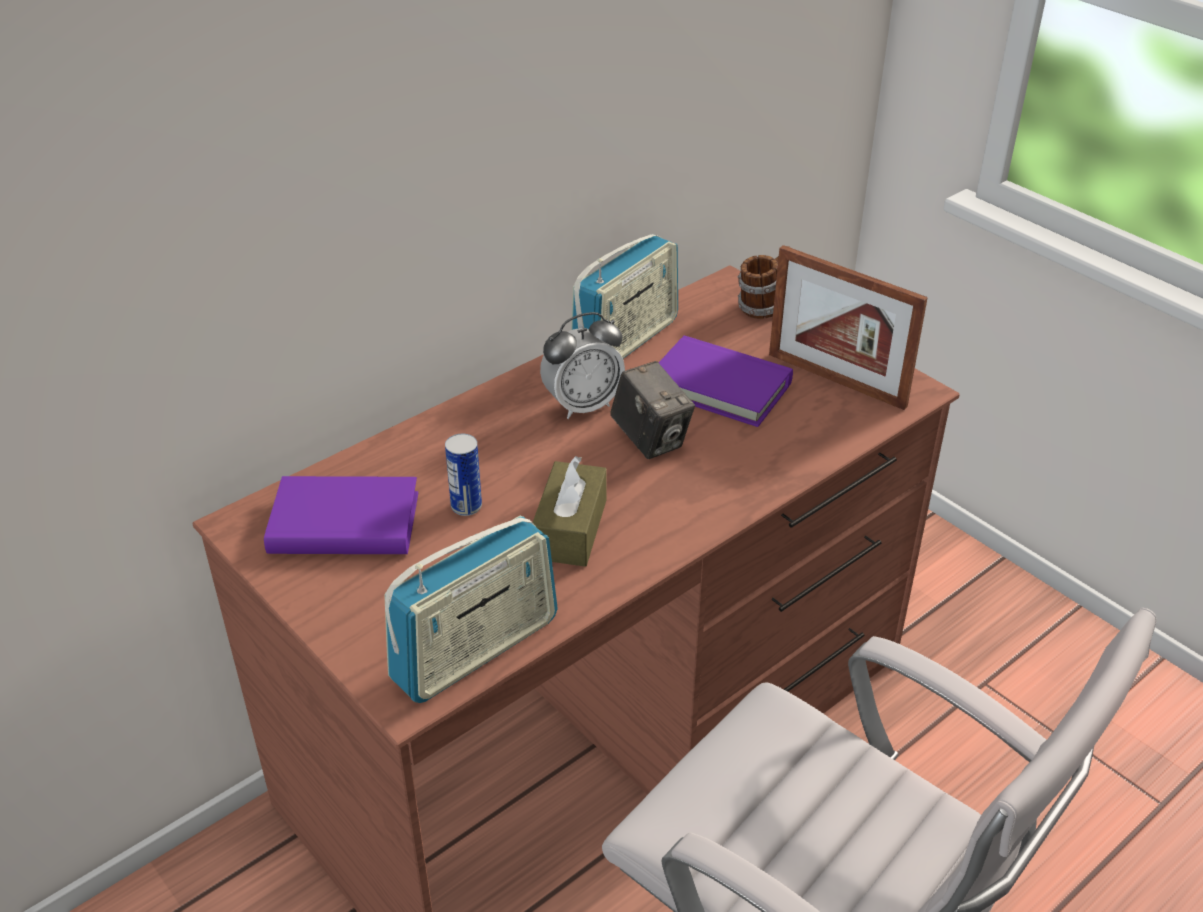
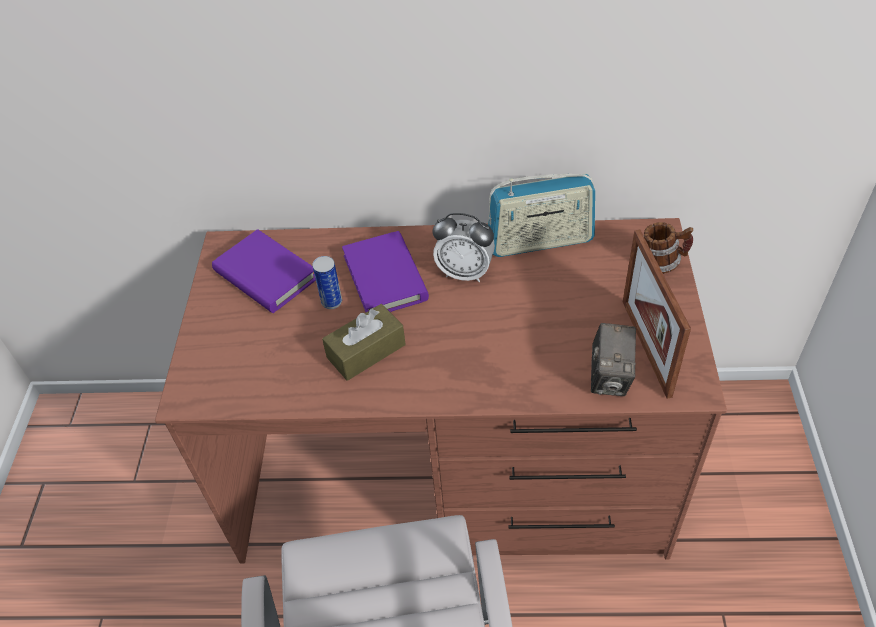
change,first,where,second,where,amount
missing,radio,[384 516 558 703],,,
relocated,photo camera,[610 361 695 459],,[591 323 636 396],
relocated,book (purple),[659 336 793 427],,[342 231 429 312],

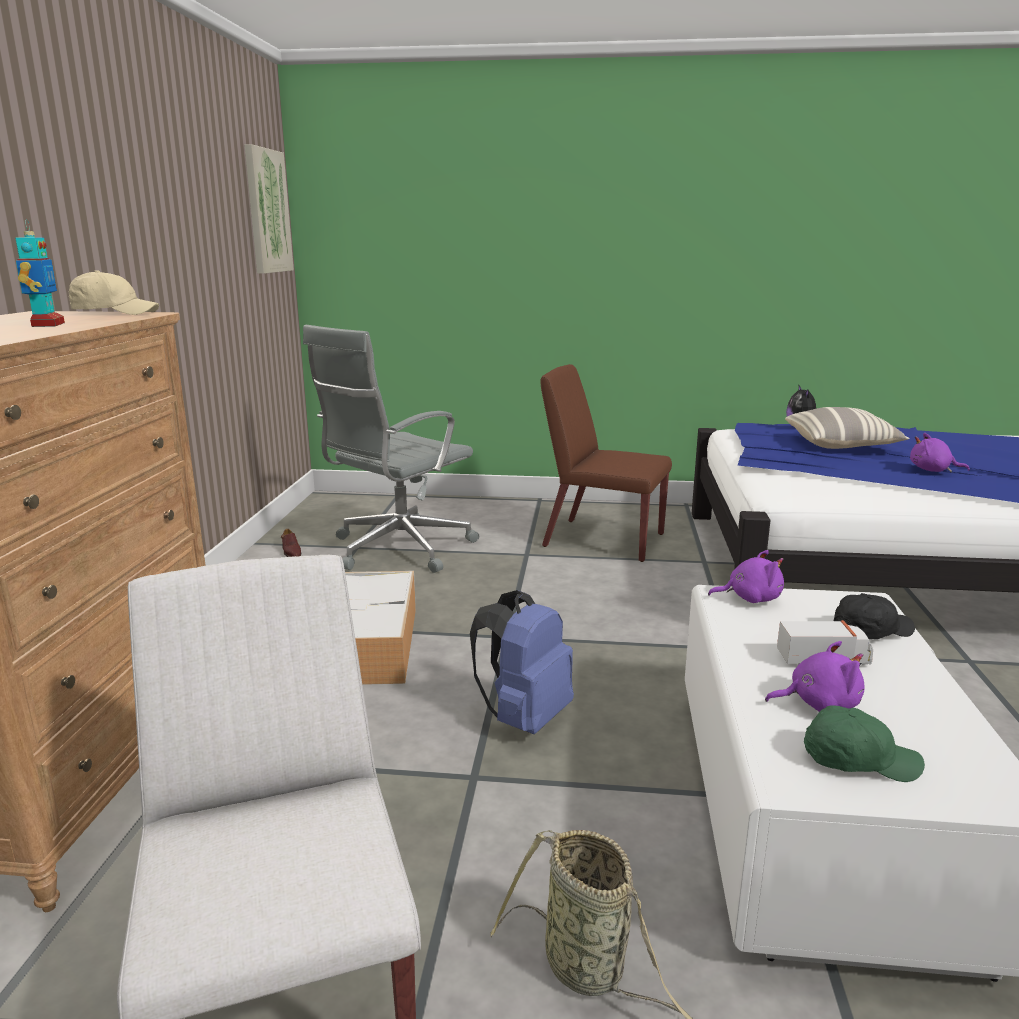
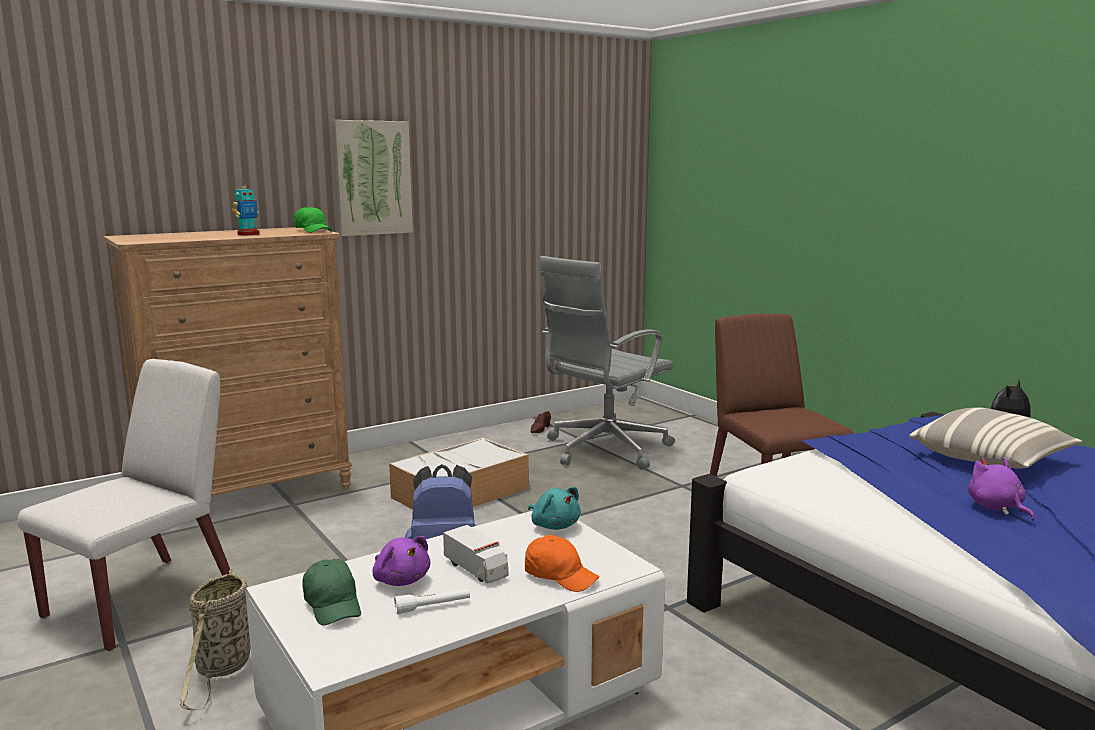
change,first,where,second,where,amount
colour,cap (beige),[68 270 159 315],cap (green),[294 206 332 233],
relocated,picture,[244 144 294 274],,[333 120 413 236],
spun,office chair (grey),[303 325 479 573],,[538 256 675 470],45 degrees counterclockwise
colour,plush toy (purple),[708 550 784 603],plush toy (turquoise),[528 487 581 530],
colour,cap (black),[834 593 915 639],cap (orange),[525 535 600 592],
appeared,,,flashlight (white),[394 589 470 614],

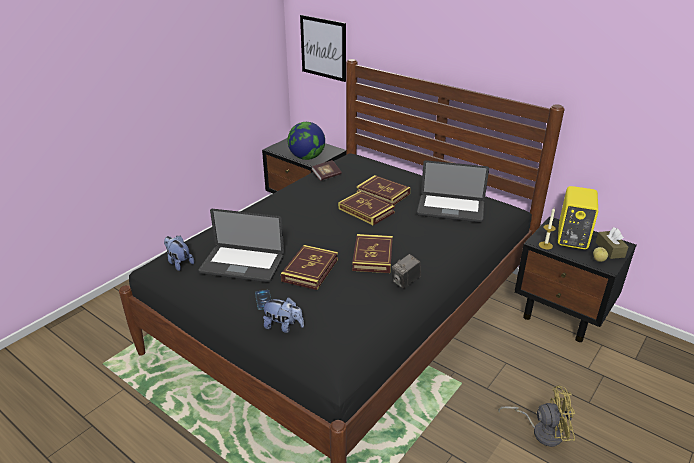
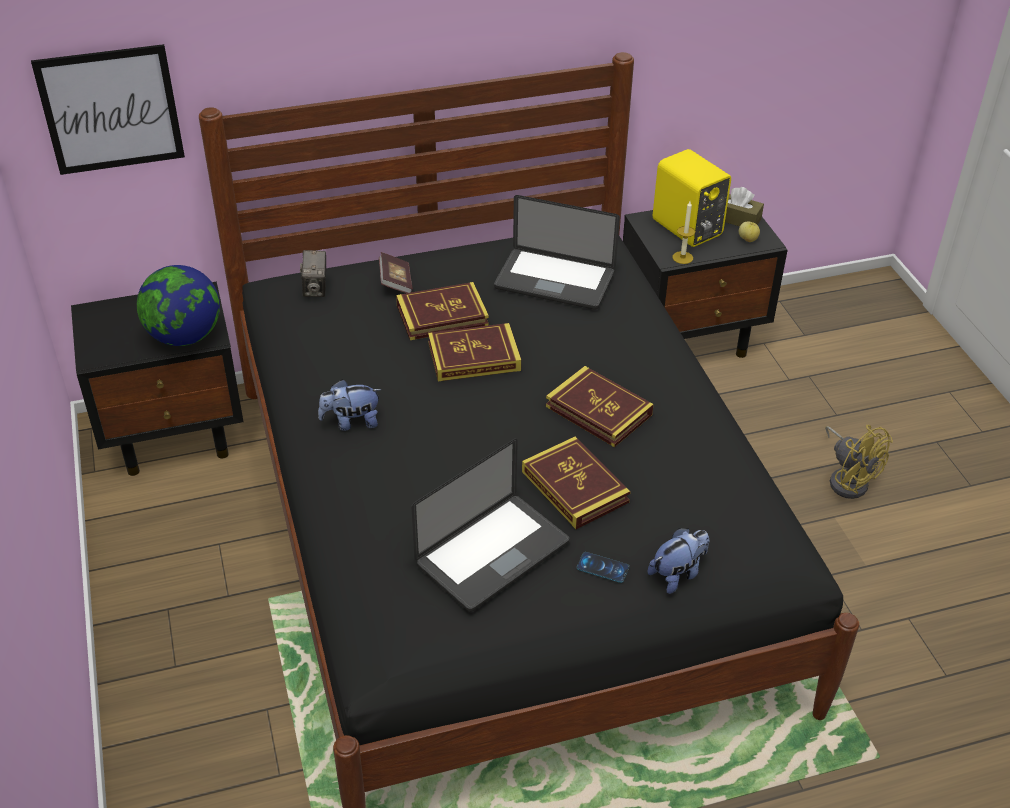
change,first,where,second,where,amount
relocated,plush toy,[164 236 194 271],,[318 379 382 431],
relocated,book,[312 160 342 181],,[379 252 413 293],
relocated,photo camera,[392 254 421 289],,[300 250 326 297],
spun,laptop,[417 160 489 222],,[494 195 620 310],60 degrees clockwise
spun,fan (yellow),[498 385 575 447],,[825 425 893 499],105 degrees clockwise

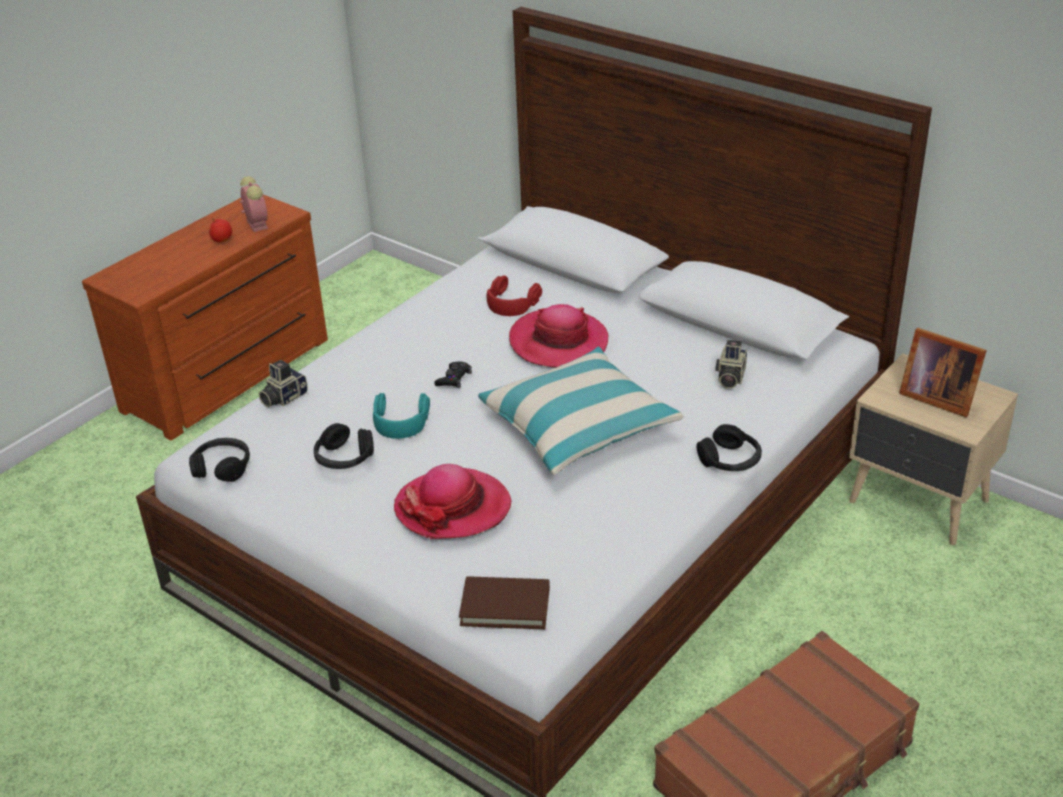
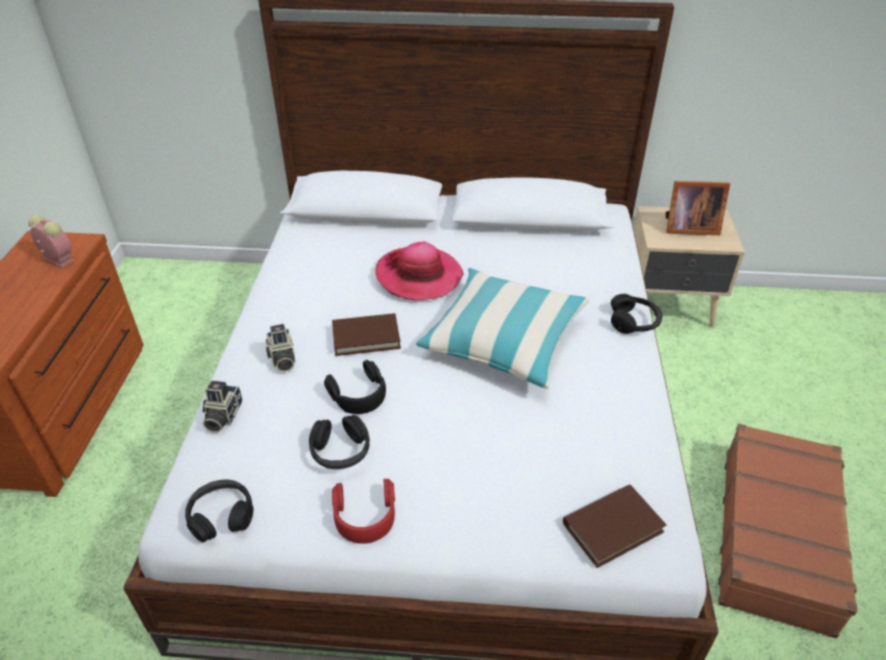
change,first,where,second,where,amount
missing,apple,[209 218 232 243],,,
colour,headphones (turquoise),[373 393 430 439],headphones (black),[324 360 386 414],
missing,hat,[394 464 512 539],,,
exchanged,game controller (black),[434 361 472 388],book (brown),[332 313 401 356],
relocated,headphones (red),[487 275 542 316],,[332 479 395 544],
relocated,photo camera,[715 340 747 389],,[266 324 296 372],

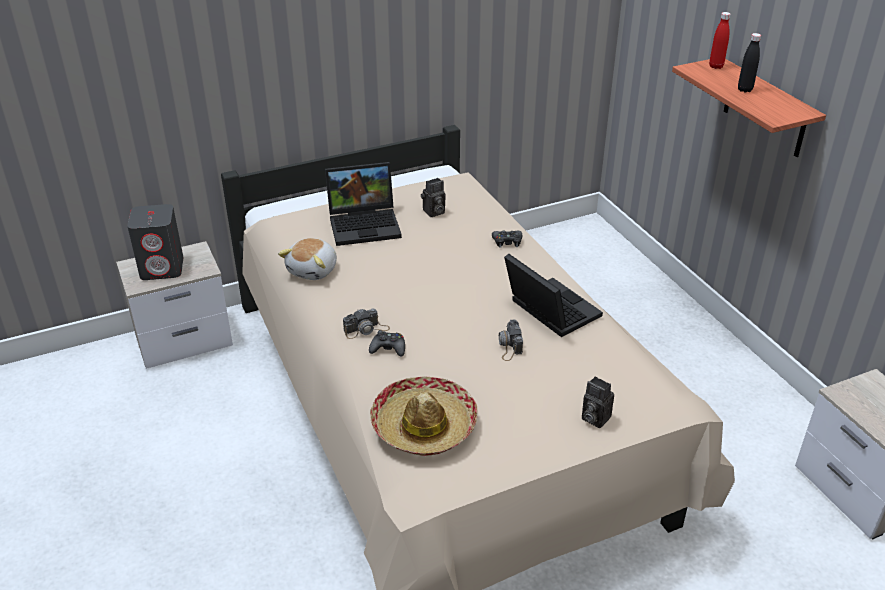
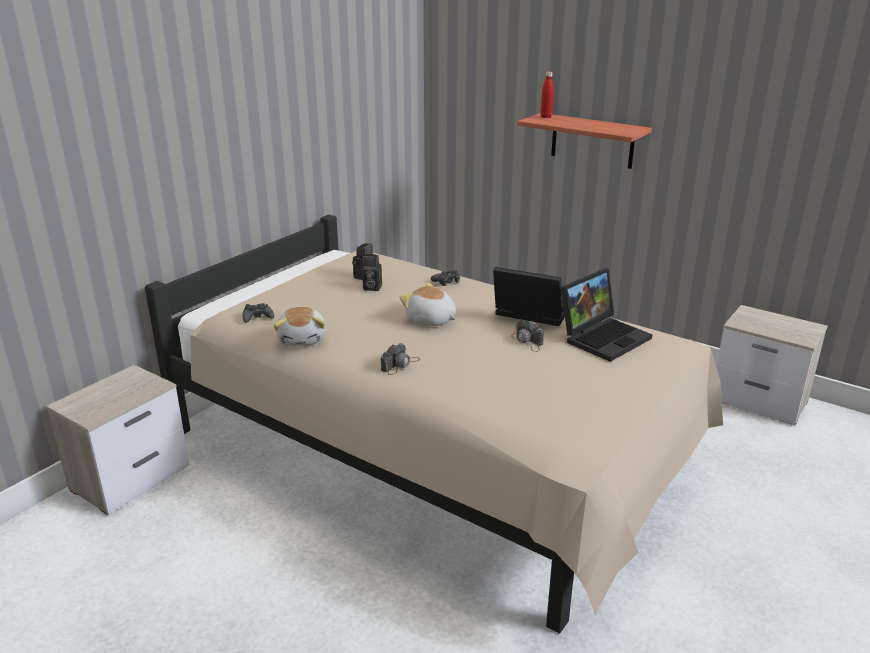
change,first,where,second,where,amount
missing,speaker (grey),[127 204 184 280],,,
relocated,laptop,[325 162 402 246],,[561 269 652 362],
relocated,game controller (black),[369 330 405 357],,[243 303 274 323],
missing,hat,[370 377 478 456],,,
relocated,photo camera,[582 376 614 428],,[362 254 382 291],
missing,bottle (black),[738 33 761 92],,,
appeared,,,plush toy,[399 282 456 326],

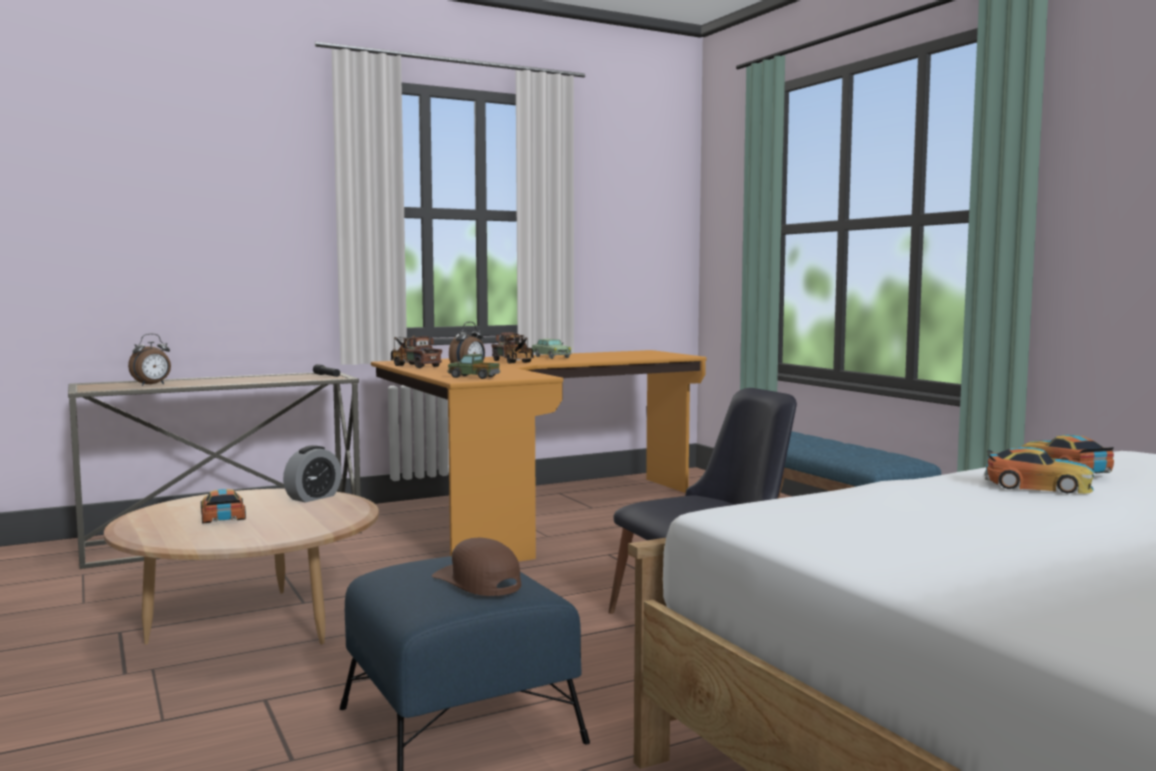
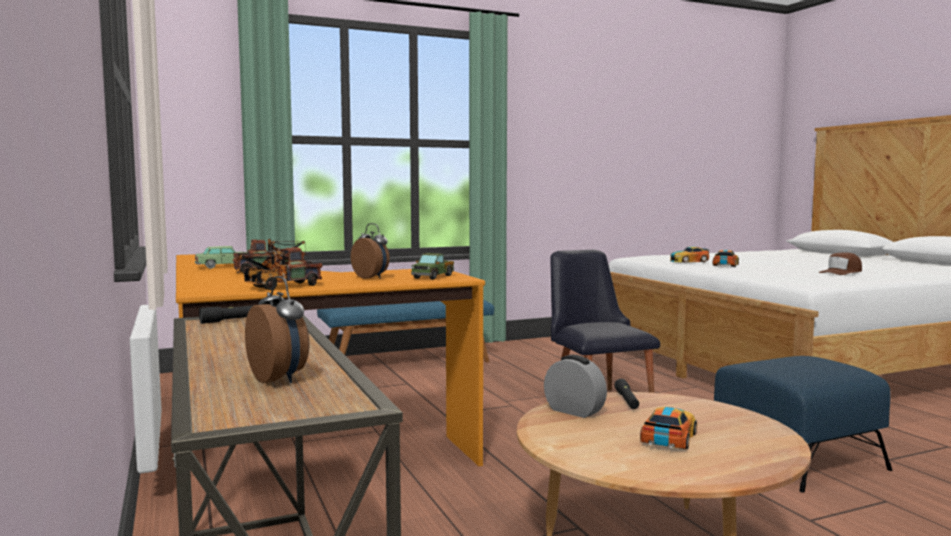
change,first,where,second,where,amount
spun,toy car,[201 489 246 523],,[640 407 697 449],135 degrees clockwise
relocated,cap (brown),[432 538 521 596],,[818 252 862 275],
appeared,,,flashlight (black),[614 379 639 409],

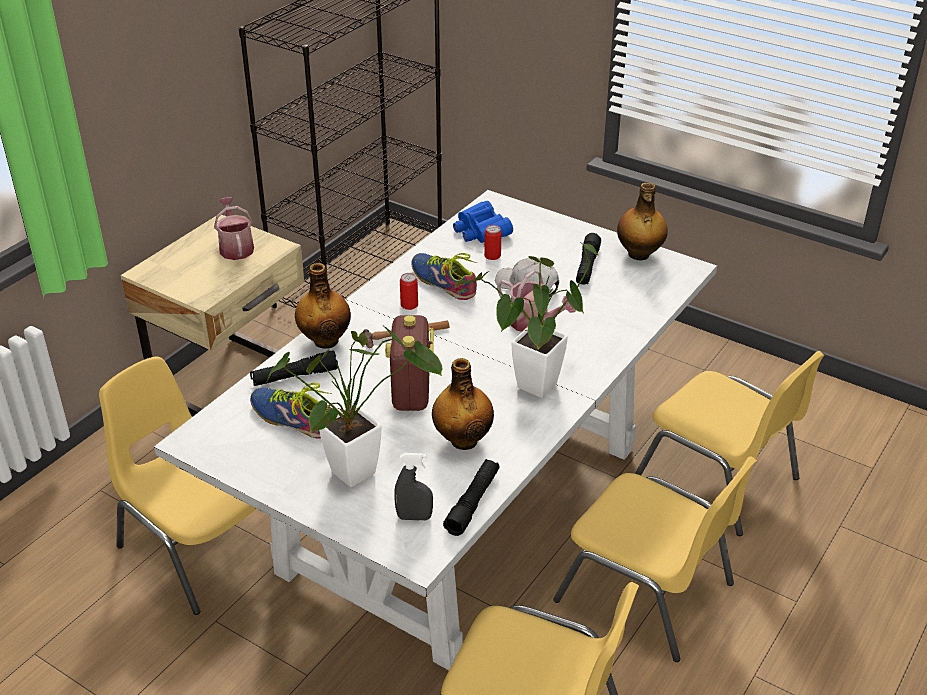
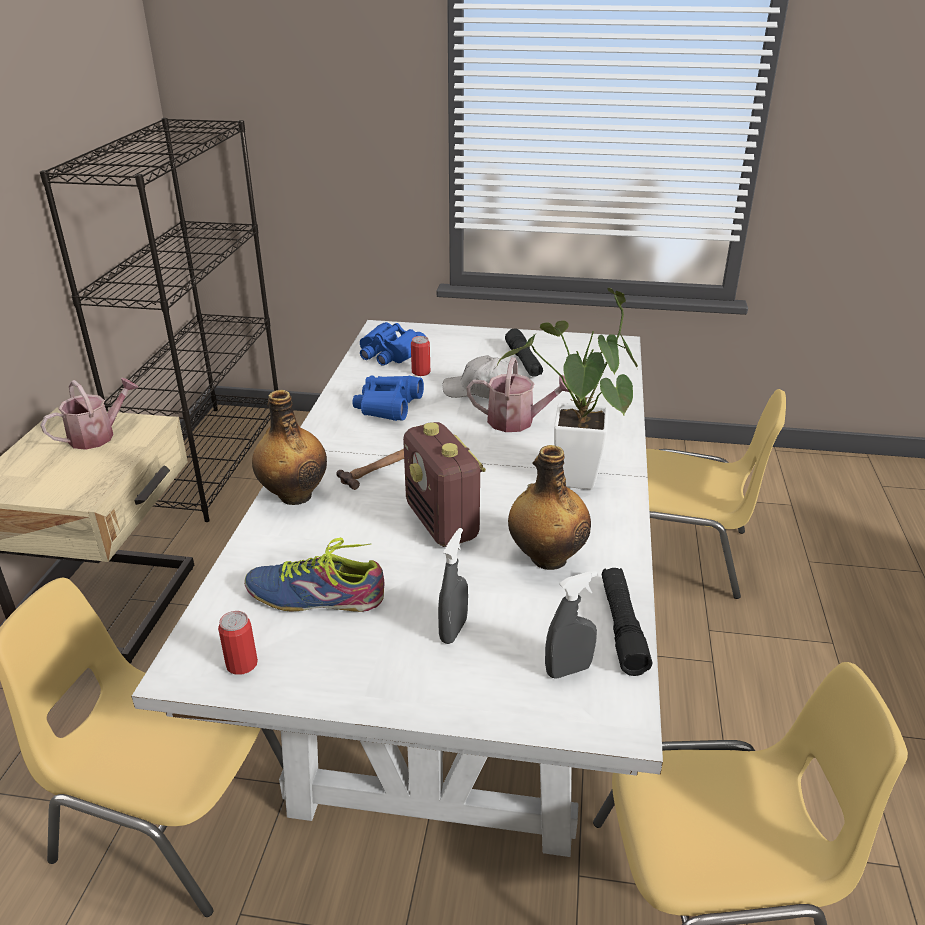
change,first,where,second,where,amount
spun,watering can,[214 197 254 260],,[40 378 139 450],90 degrees clockwise
missing,flashlight (black),[250 350 338 386],,,
exchanged,potted plant,[267 325 442 487],spray bottle (grey),[438 528 468 644],
relocated,can,[400 273 418 310],,[218 611 258 675],
exchanged,shoe,[411 253 477 300],binoculars (blue),[352 376 424 421],
missing,chair (yellow),[553 456 757 662],,,
missing,bottle,[617 183 668 261],,,

